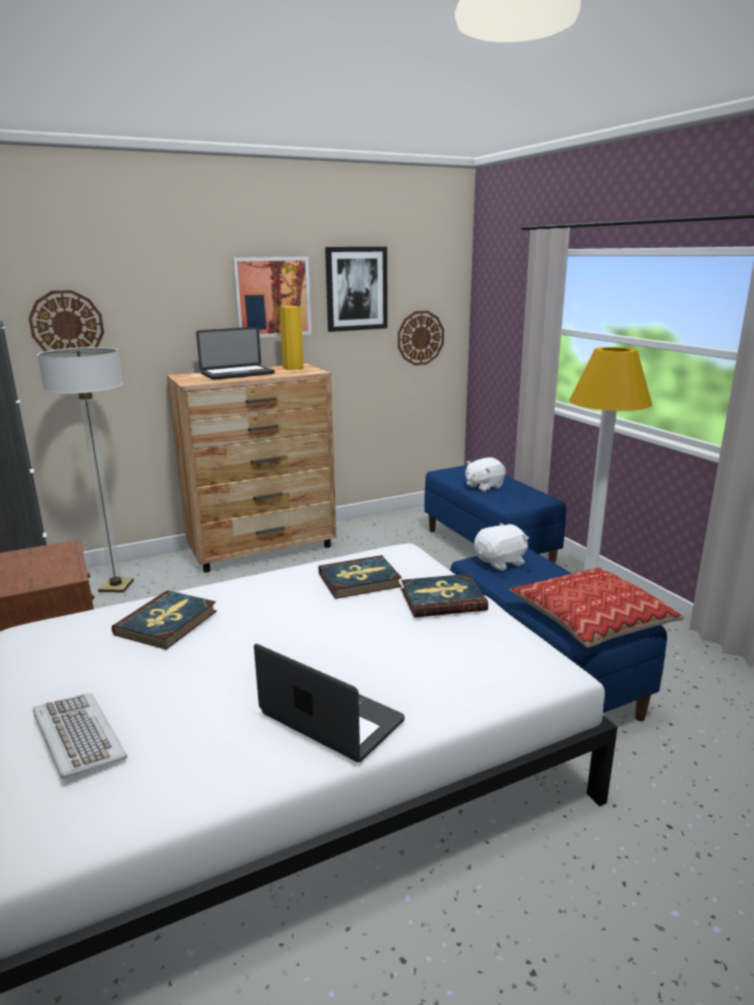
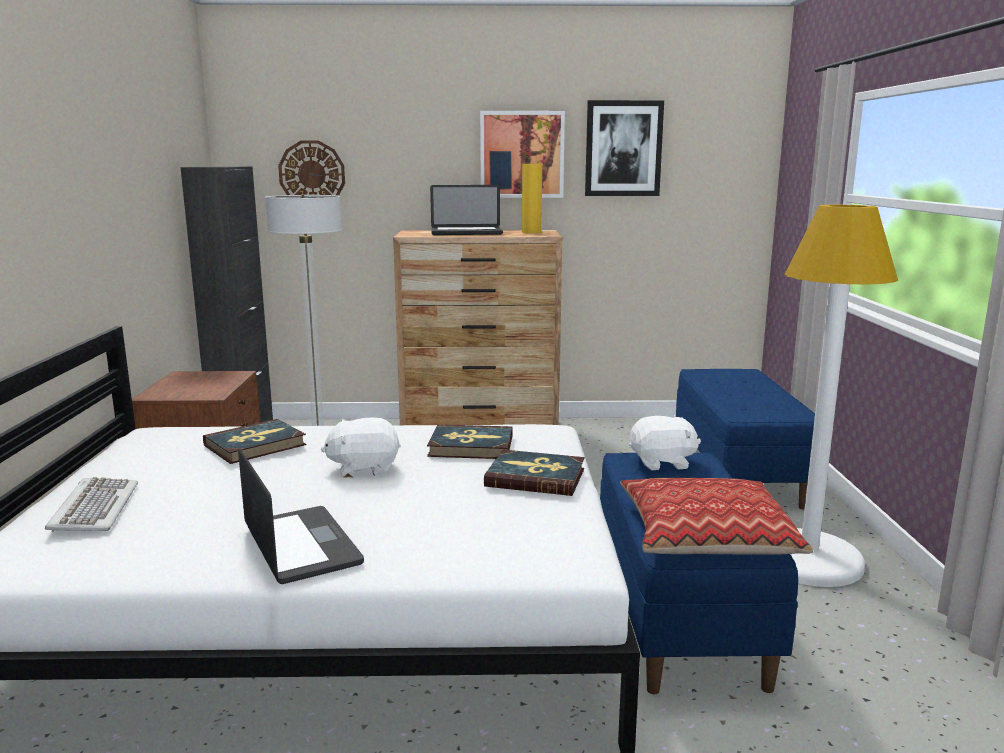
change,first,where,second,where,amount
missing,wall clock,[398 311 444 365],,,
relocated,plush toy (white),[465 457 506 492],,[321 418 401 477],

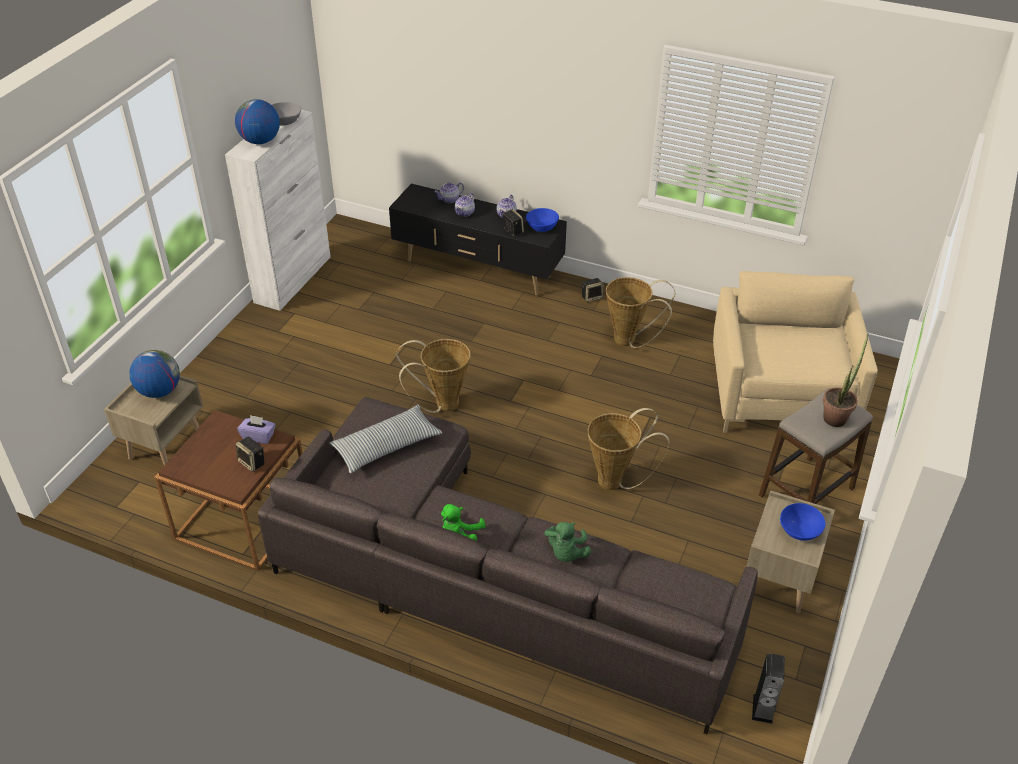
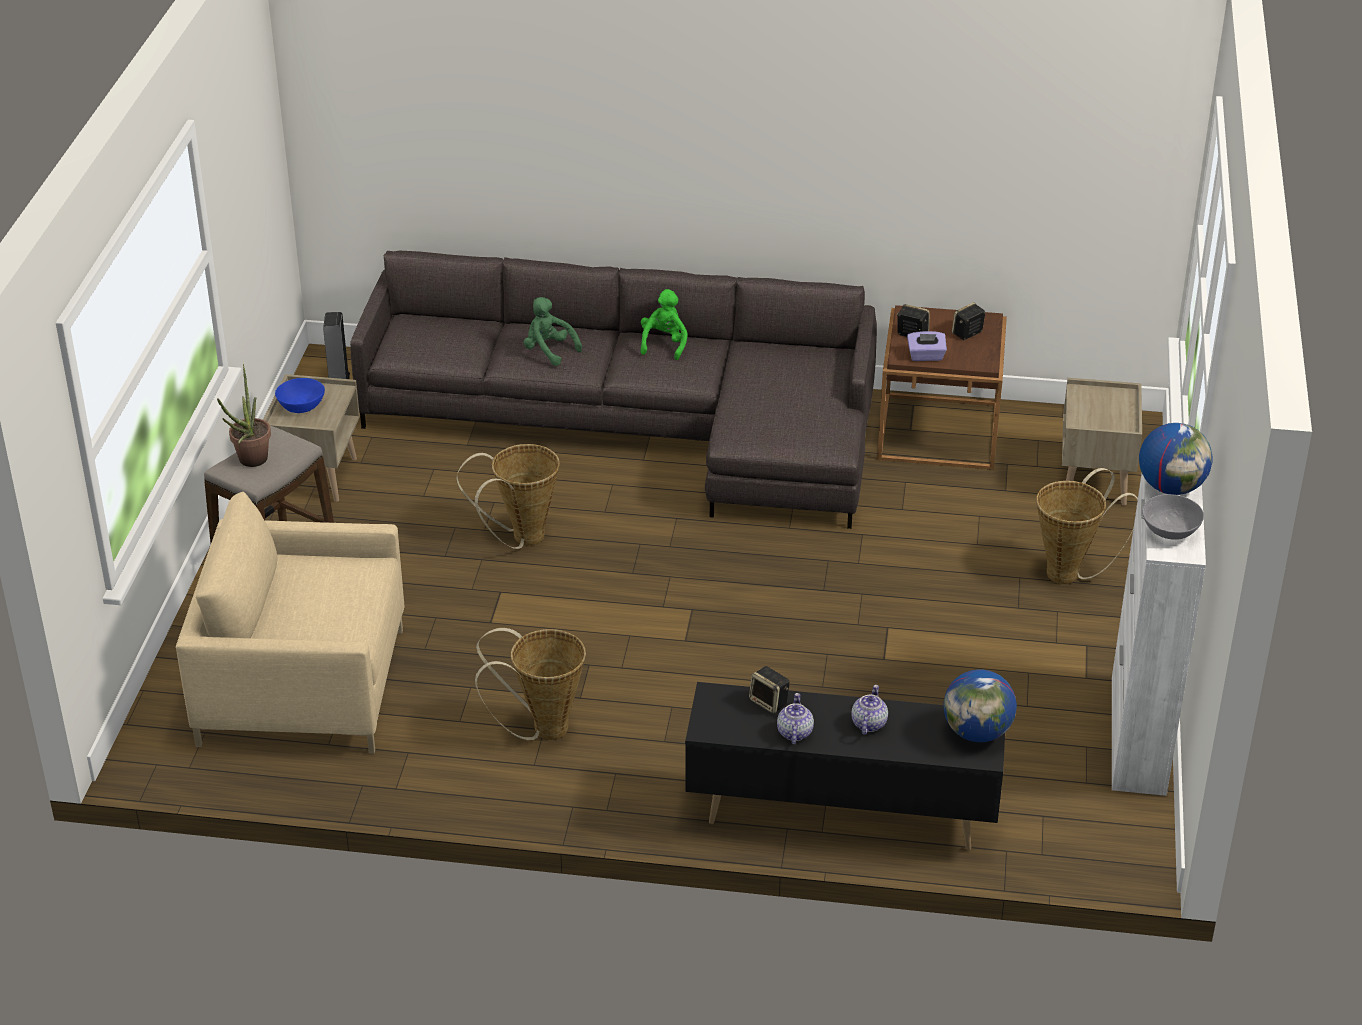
change,first,where,second,where,amount
relocated,globe,[129 350 180 398],,[943 669 1017 742],
missing,pillow,[329 405 442 473],,,
relocated,basket,[396 339 471 413],,[1036 468 1138 584],
missing,teapot,[434 182 464 203],,,
missing,bowl (blue),[526 208 559 232],,,
spun,plush toy (green),[544 522 591 562],,[524 297 582 366],45 degrees counterclockwise
relocated,speaker,[582 278 604 302],,[952 302 985 340],
spun,armchair (beige),[713 271 878 433],,[176 492 404 754],105 degrees clockwise

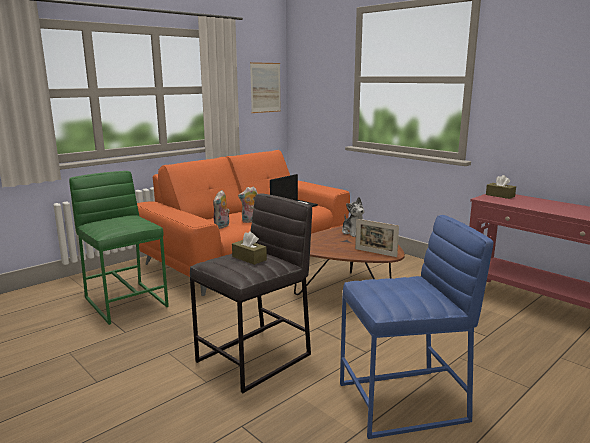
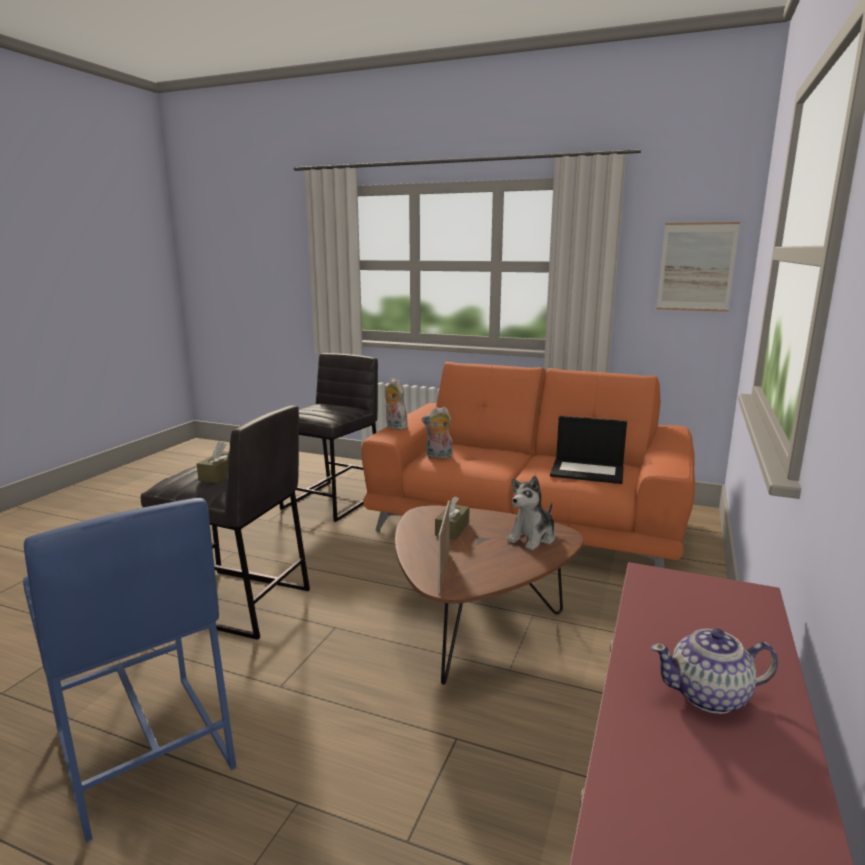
change,first,where,second,where,amount
colour,stool (green),[69 171 169 325],stool (grey),[280 353 378 522],
relocated,plush toy,[238 187 258 223],,[385 378 408 430],
relocated,tissue box (brown),[486 175 516 199],,[435 497 469 539],
appeared,,,teapot,[651 628 778 714],

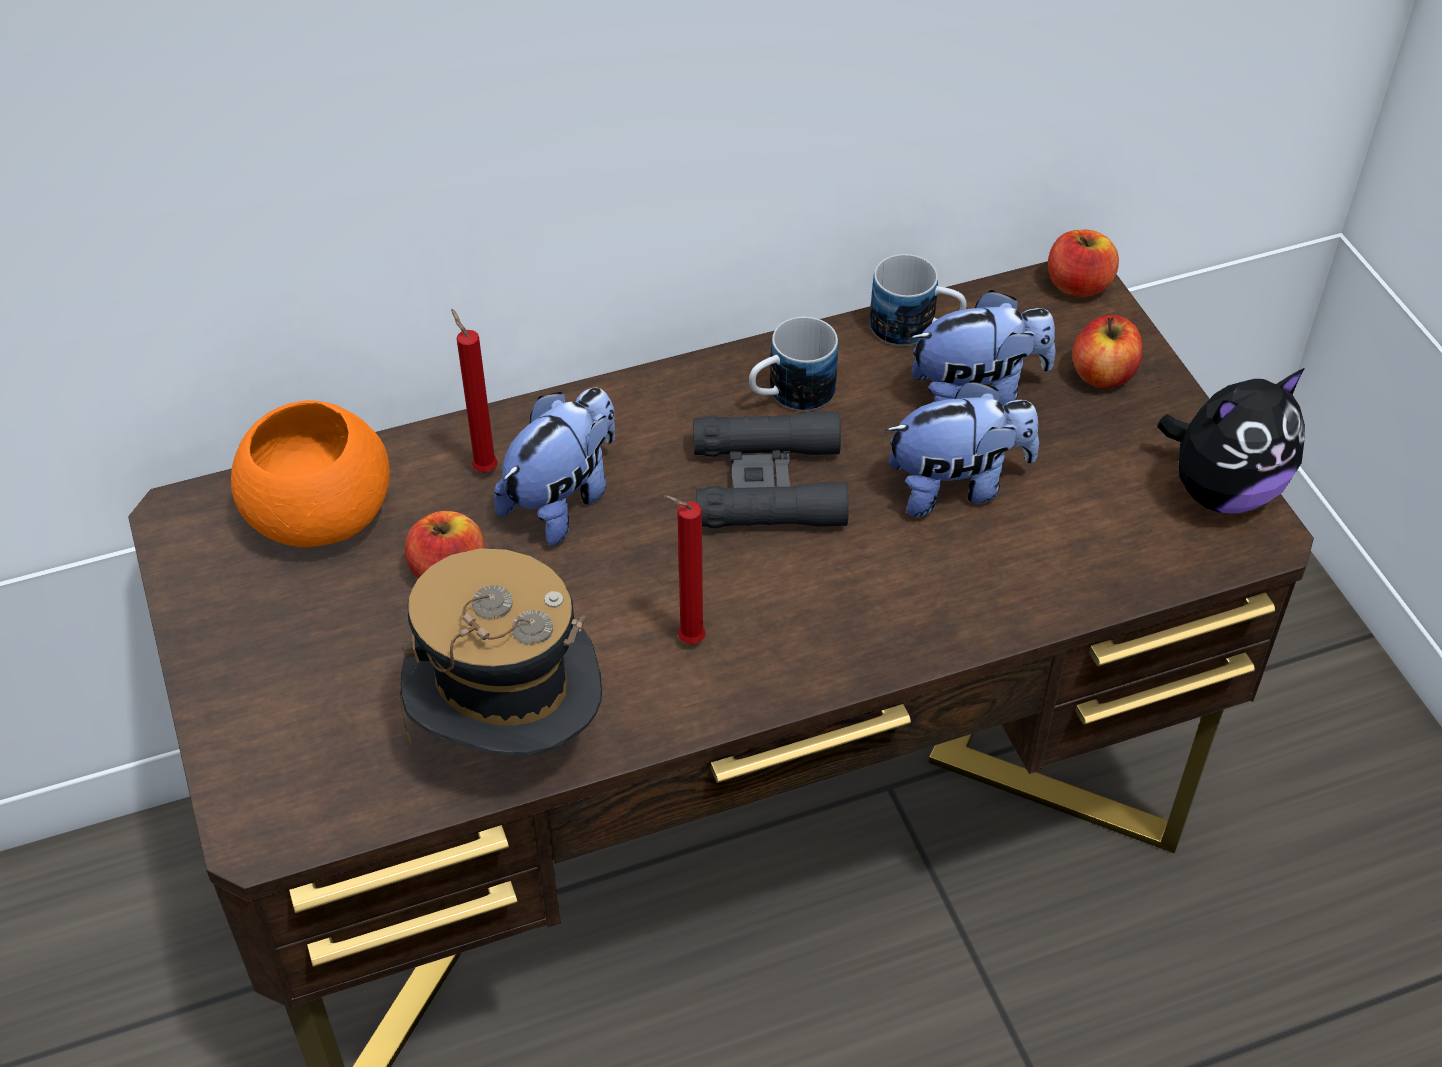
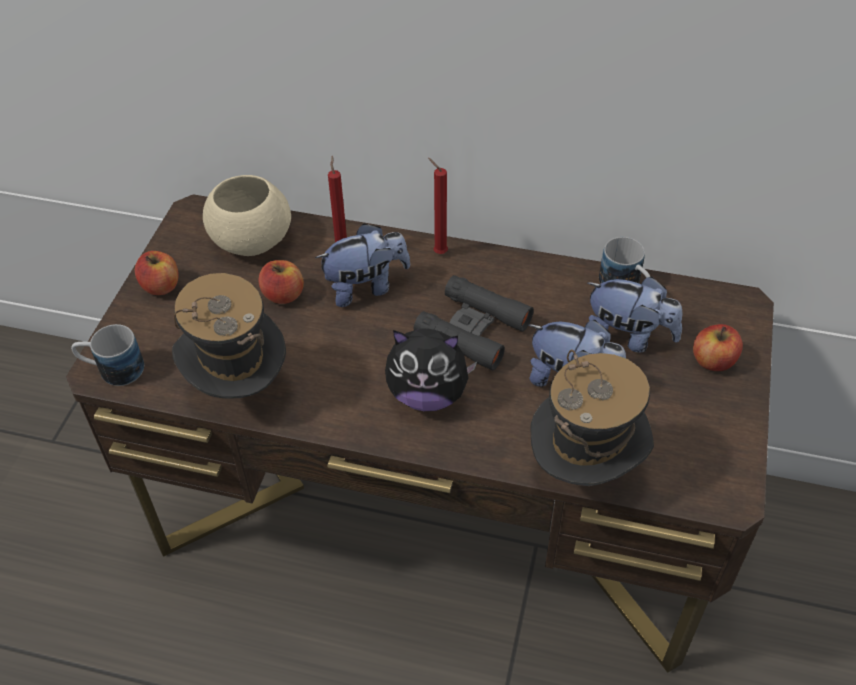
change,first,where,second,where,amount
colour,bowl (orange),[231 400 390 547],bowl (beige),[203 175 291 256],
relocated,candle (red),[664 495 706 644],,[428 158 448 254],
relocated,mug,[749 317 838 411],,[71 324 144 386],
relocated,apple,[1048 230 1119 297],,[135 251 179 295],
relocated,plush toy,[1157 368 1305 513],,[385 328 477 411],
appeared,,,hat,[531 350 654 486],

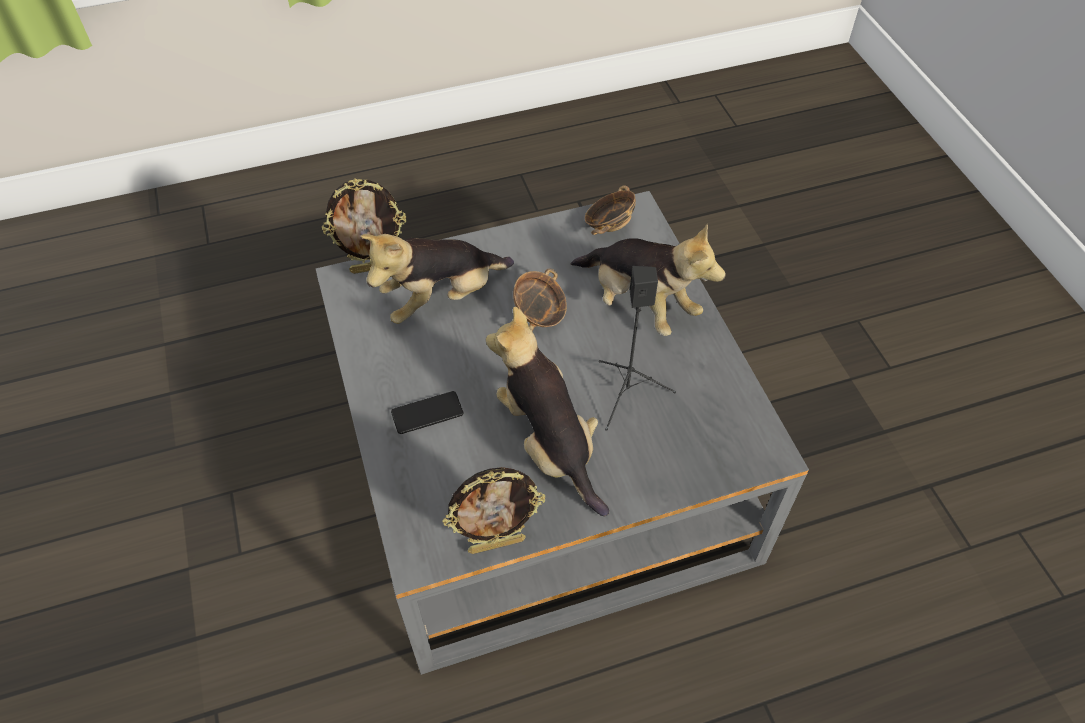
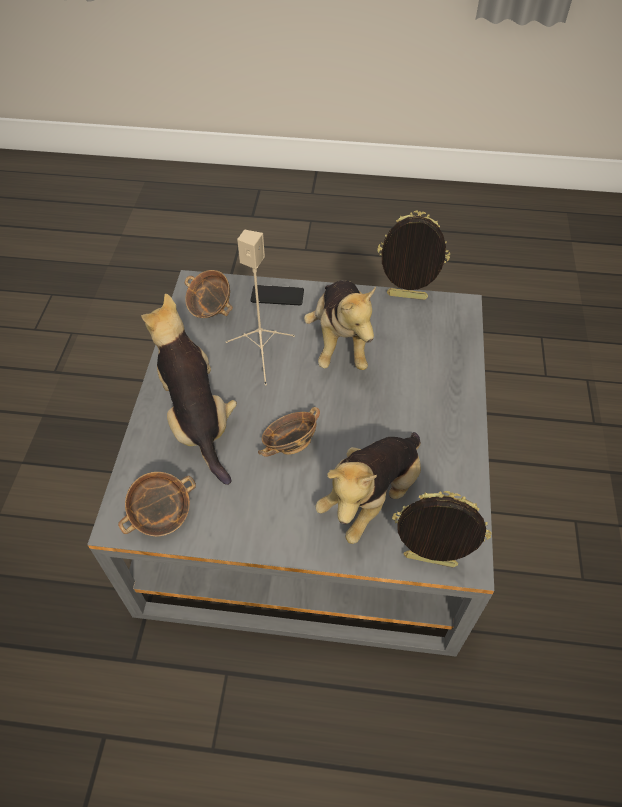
change,first,where,second,where,amount
spun,plush toy,[361 234 514 324],,[315 432 421 544],135 degrees clockwise
relocated,phone,[391 391 464 434],,[251 285 304 305],
colour,speaker (black),[599 266 676 431],speaker (beige),[226 230 295 385],
appeared,,,bowl,[185 270 233 318],

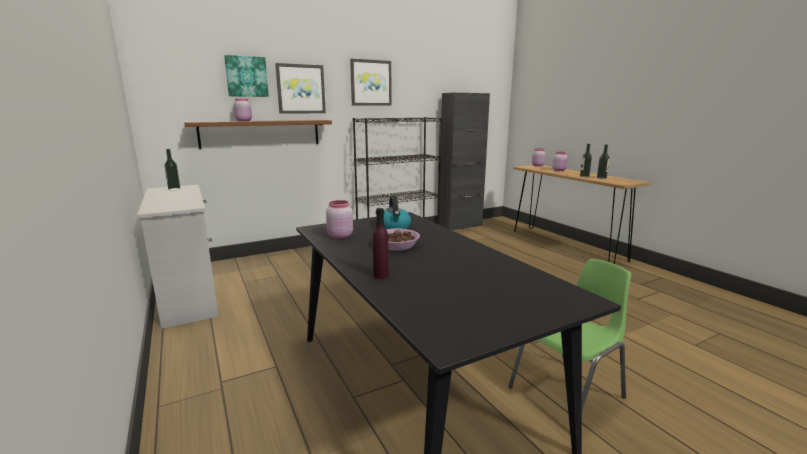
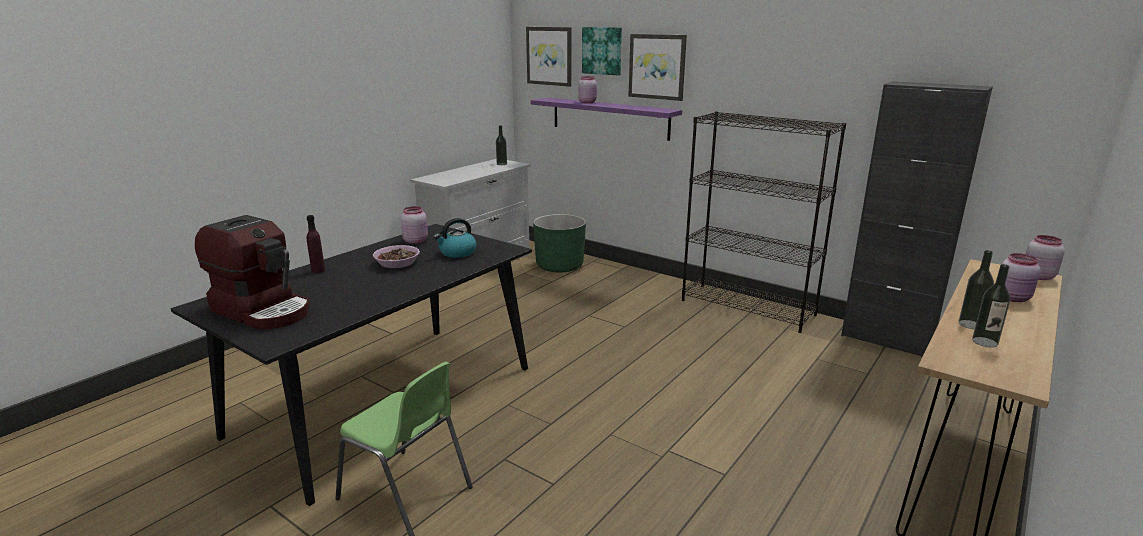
change,first,where,second,where,amount
colour,shelf (brown),[184 120 332 149],shelf (purple),[531 98 682 141],
relocated,picture,[350 59 392 106],,[526 27 571 87],
appeared,,,coffee machine,[195 215 310 330],
appeared,,,planter (green),[533 214 586 273],

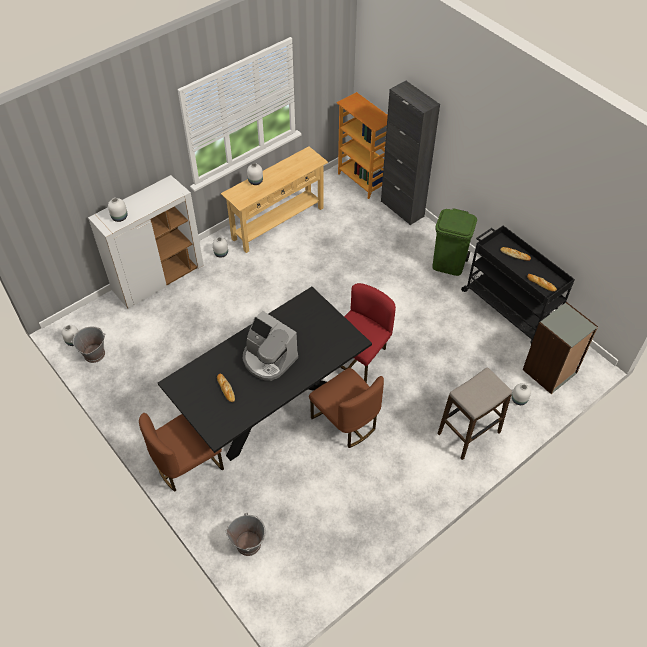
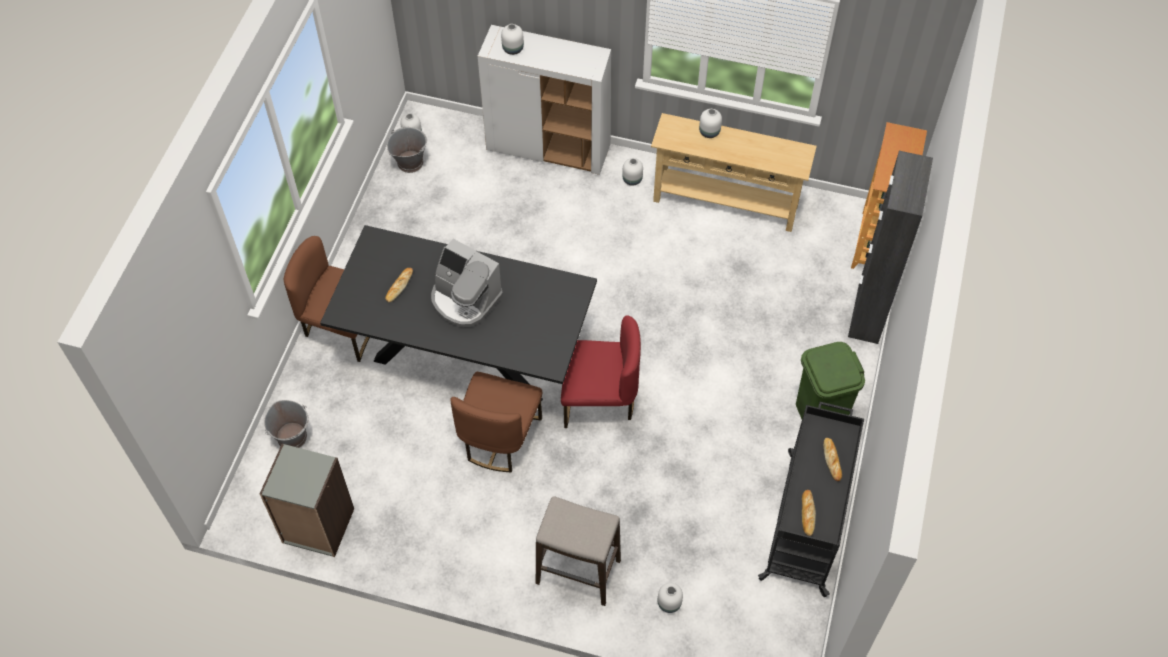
change,first,where,second,where,amount
spun,coffee machine,[243 311 298 381],,[431 239 503 327],60 degrees counterclockwise
relocated,bookcase (grey),[523 302 598 394],,[260 444 354 557],

